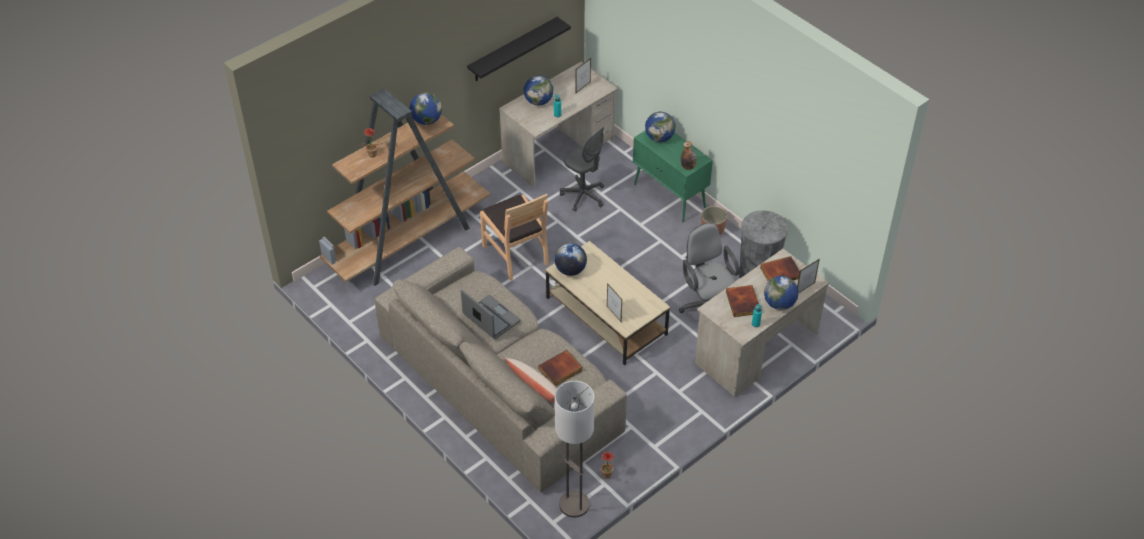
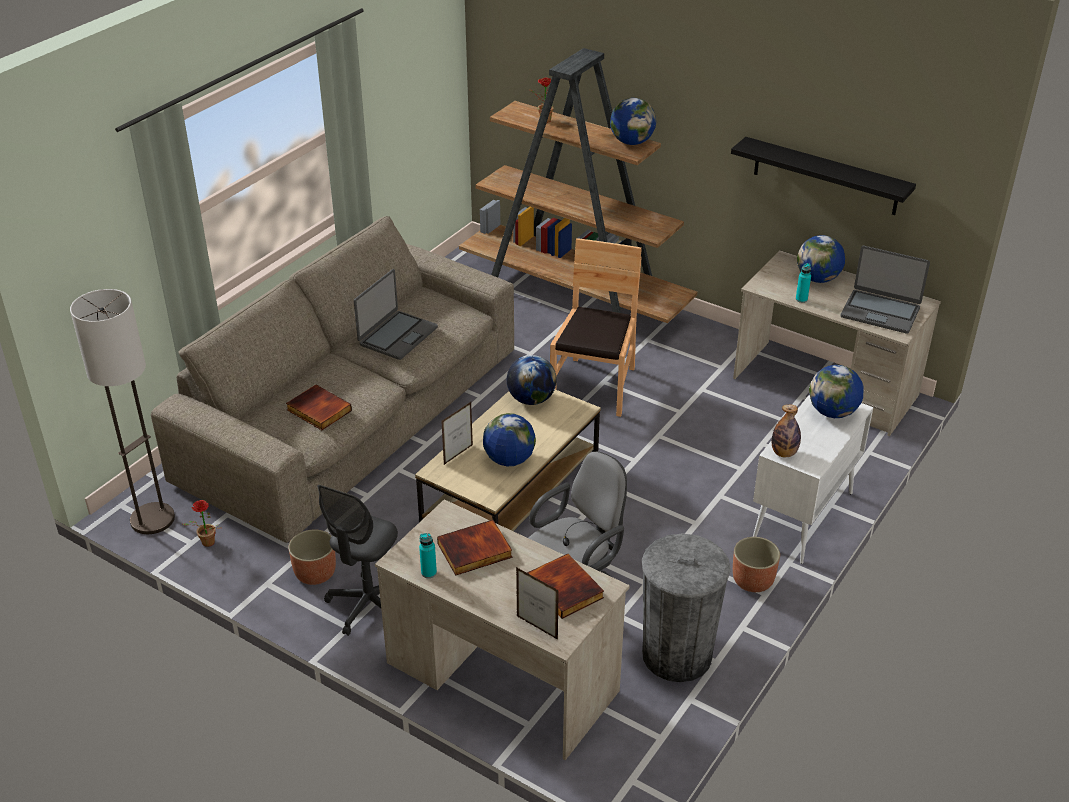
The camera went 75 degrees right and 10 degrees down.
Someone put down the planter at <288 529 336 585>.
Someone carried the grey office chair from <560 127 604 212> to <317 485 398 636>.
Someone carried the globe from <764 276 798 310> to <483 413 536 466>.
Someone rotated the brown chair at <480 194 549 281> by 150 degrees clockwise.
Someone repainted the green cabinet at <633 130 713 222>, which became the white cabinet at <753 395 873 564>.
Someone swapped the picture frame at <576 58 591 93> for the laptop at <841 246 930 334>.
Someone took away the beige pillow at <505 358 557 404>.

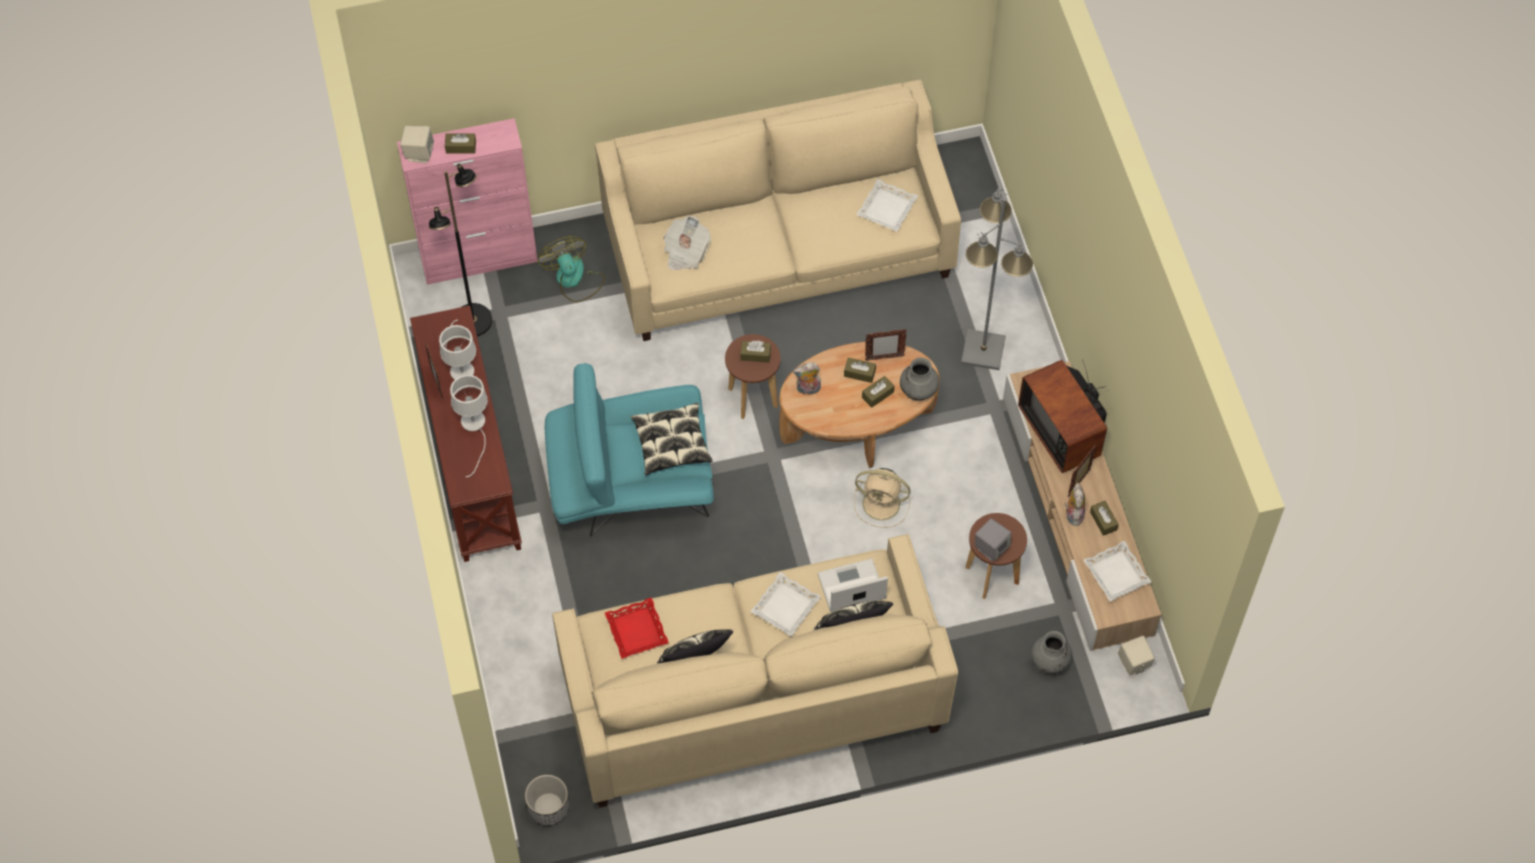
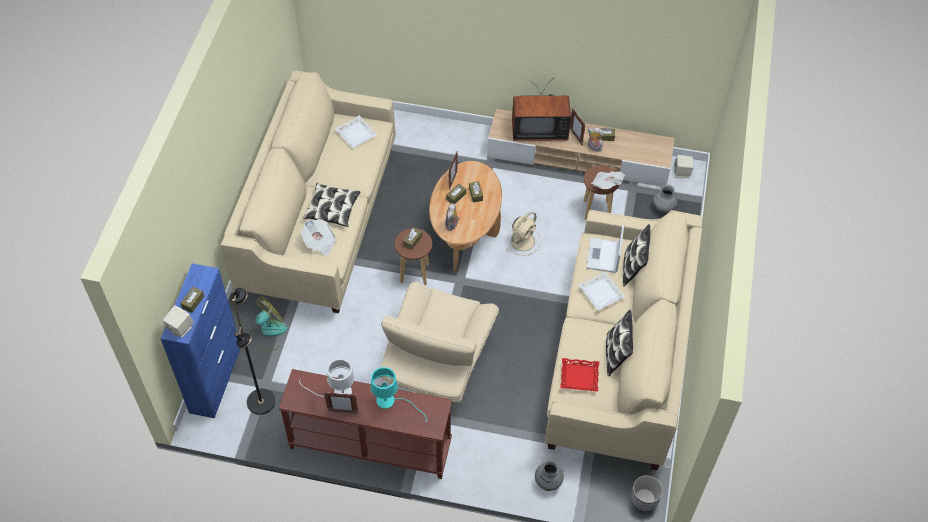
The camera went 65 degrees left and 5 degrees down.
Someone repainted the pink cabinet at <397 118 538 285>, which became the blue cabinet at <160 263 240 418>.
Someone rotated the fan at <538 236 605 302> by 135 degrees clockwise.
Someone carried the pillow from <631 403 713 476> to <303 183 360 227>.
Someone repainted the white table lamp at <450 375 488 477>, which became the turquoise table lamp at <371 367 427 422>.
Someone repainted the turquoise armchair at <545 363 714 536>, which became the beige armchair at <380 281 499 402>.
Someone carried the grey vase from <900 357 939 401> to <535 460 564 491>.
Someone swapped the grey speaker at <975 519 1011 561> for the newspaper at <591 171 625 189>.
Someone took away the grey floor lamp at <961 189 1033 370>.
Someone took away the white tray at <1084 541 1151 602>.

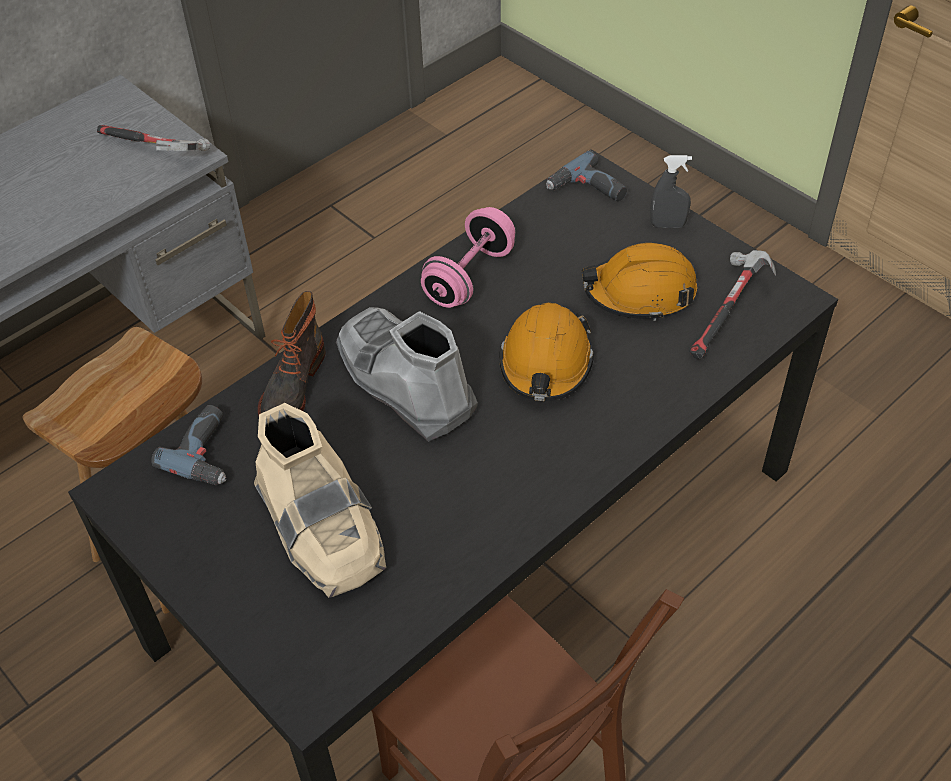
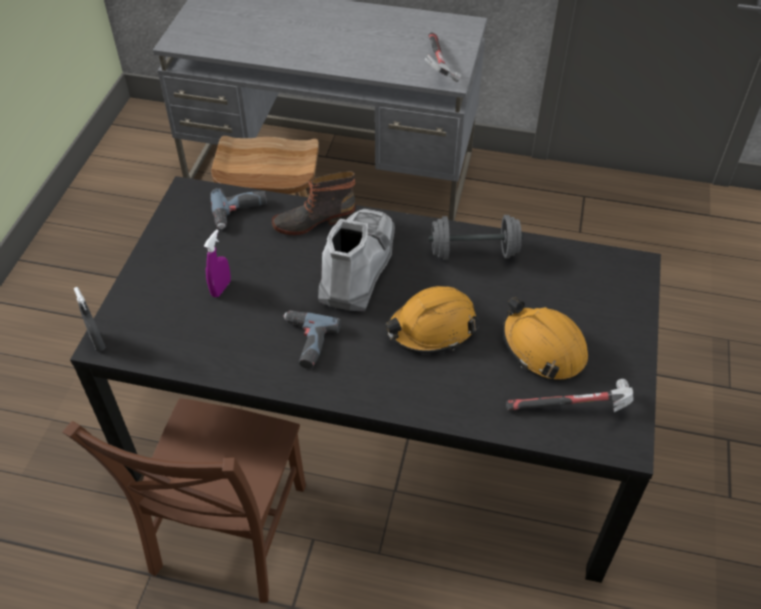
The camera went 55 degrees right and 0 degrees up.
Someone carried the grey spray bottle from <650 155 692 228> to <74 287 105 351>.
Someone swapped the beige boot at <254 403 386 598> for the purple spray bottle at <204 229 231 297>.
Someone carried the power drill from <546 150 627 201> to <283 310 341 369>.
Someone repainted the pink dumbbell at <421 207 515 308>, which became the grey dumbbell at <429 215 523 260>.

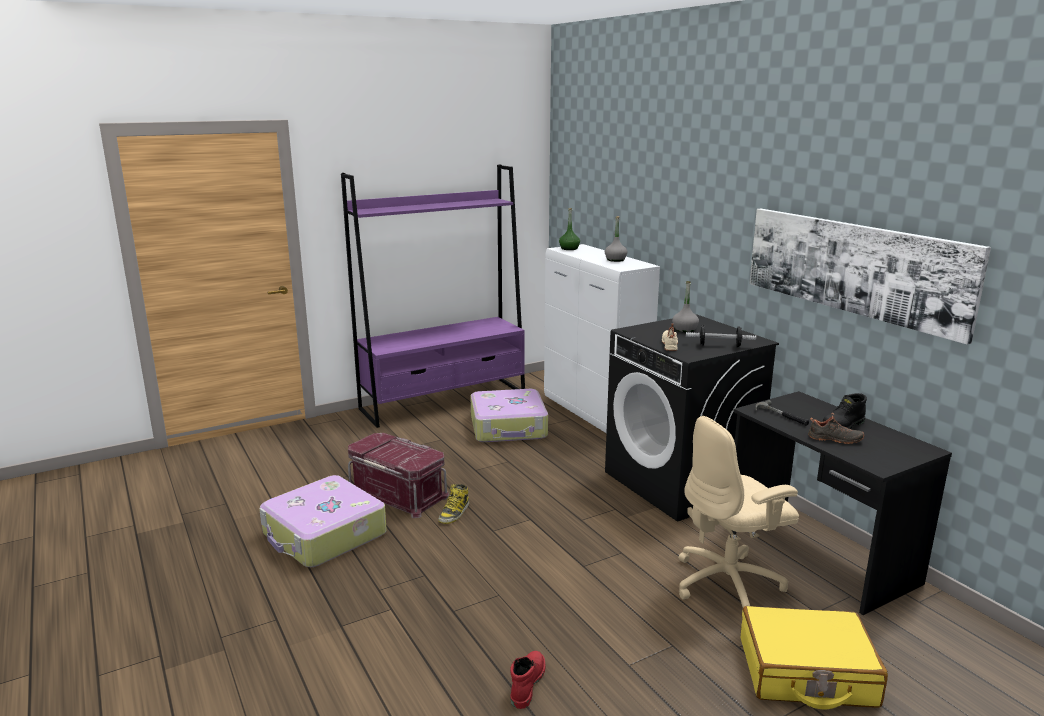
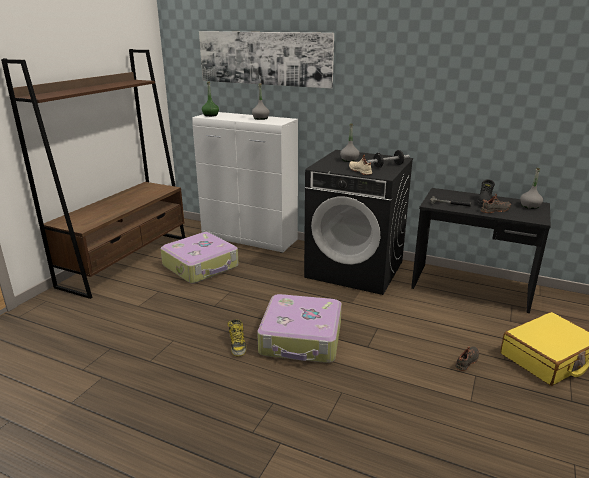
The camera went 35 degrees left and 5 degrees up.
Someone repainted the purple bookcase at <341 164 525 428>, which became the brown bookcase at <1 49 185 299>.
Someone carried the picture from <749 209 991 345> to <199 31 334 89>.
Someone carried the suitcase from <259 475 387 567> to <257 294 342 363>.
Someone put down the black shoe at <455 346 479 371>.
Someone put down the grey bottle at <520 168 543 209>.
Someone took away the red storage box at <348 433 449 518>.
Someone took away the red boot at <510 651 546 709>.
Someone took away the beige office chair at <678 416 799 611>.

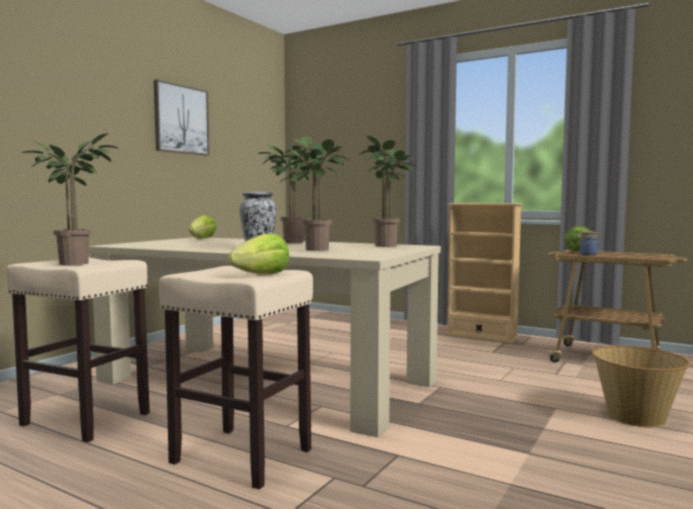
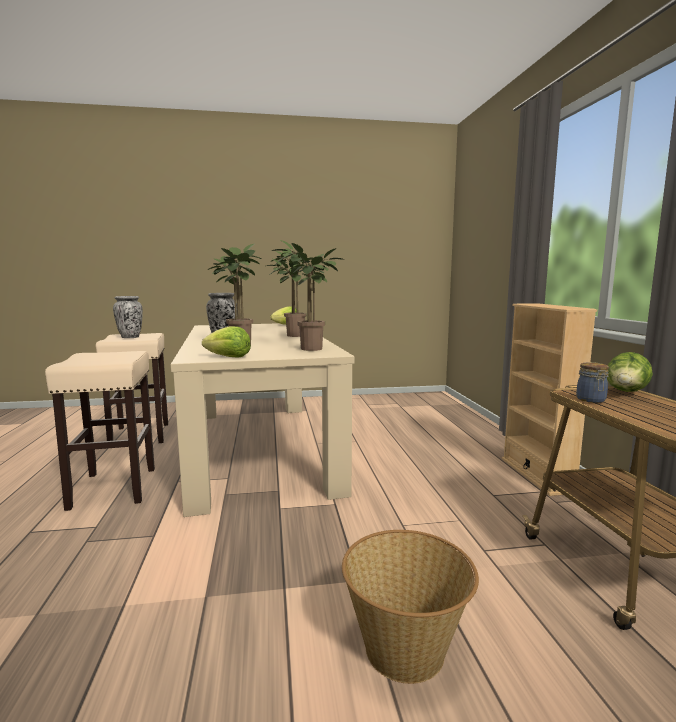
The camera went 50 degrees right and 5 degrees up.
Someone swapped the potted plant at <21 133 117 265> for the vase at <113 296 143 338>.
Someone carried the lettuce from <228 233 289 274> to <202 326 251 358>.
Someone took away the picture at <154 79 210 155>.

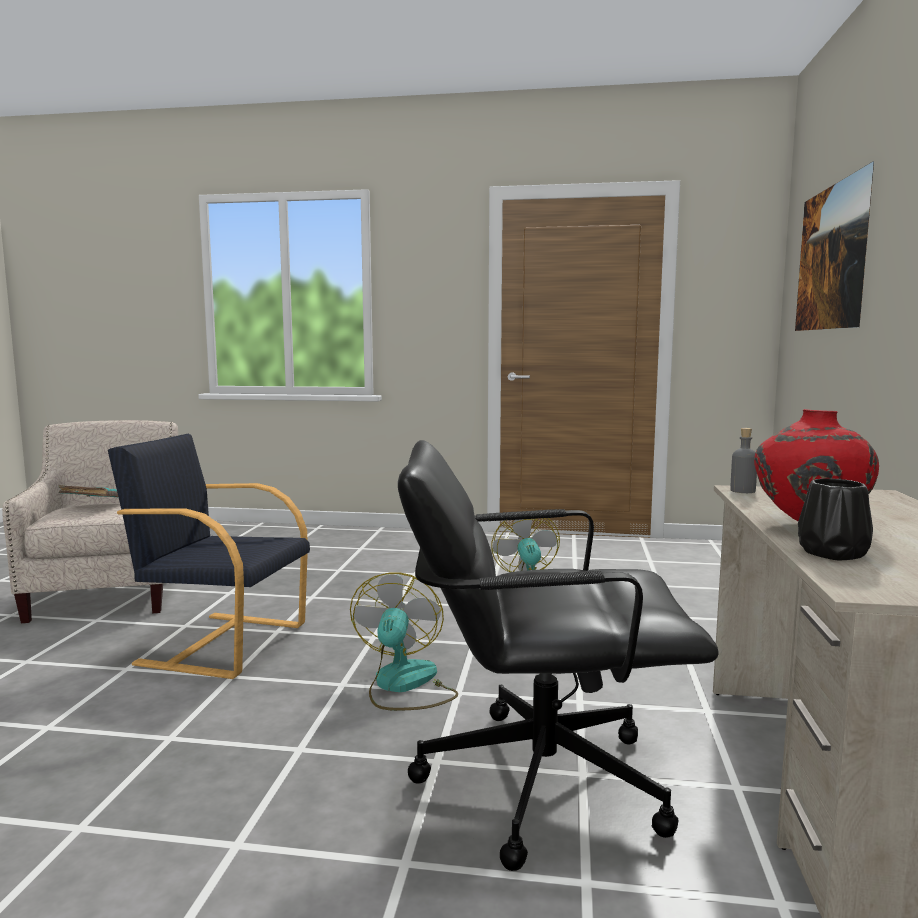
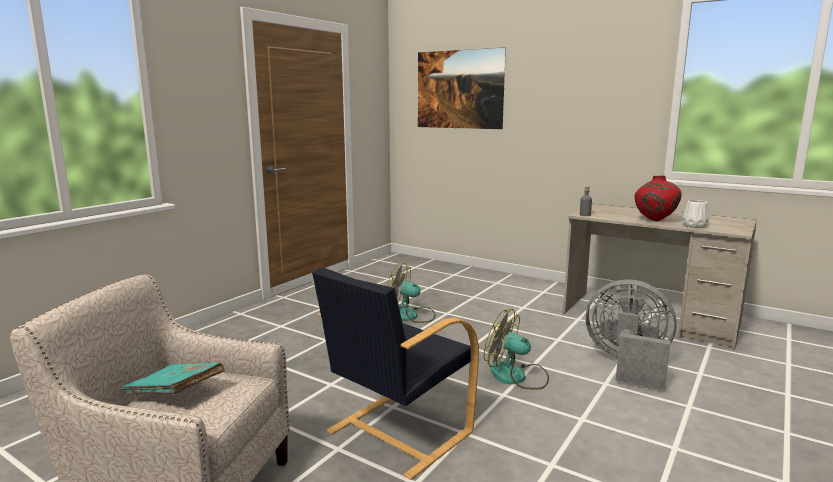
The camera went 65 degrees left and 5 degrees up.
Someone swapped the black office chair at <398 440 719 871> for the grey fan at <586 279 677 390>.
Someone repainted the black vase at <798 478 873 560>, which became the white vase at <682 200 709 228>.

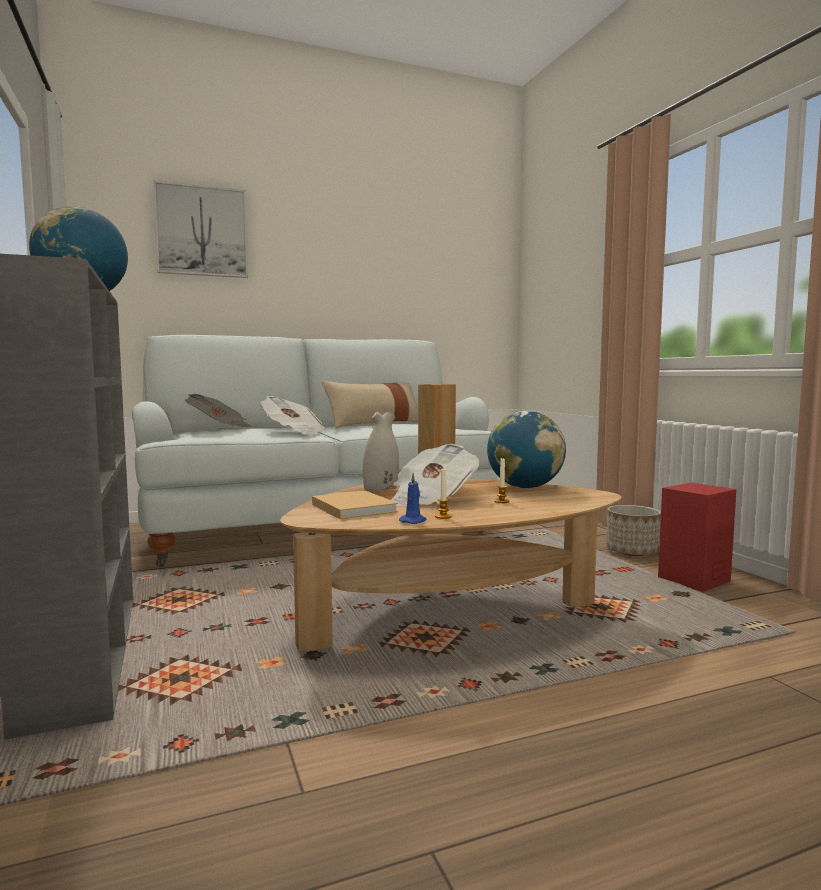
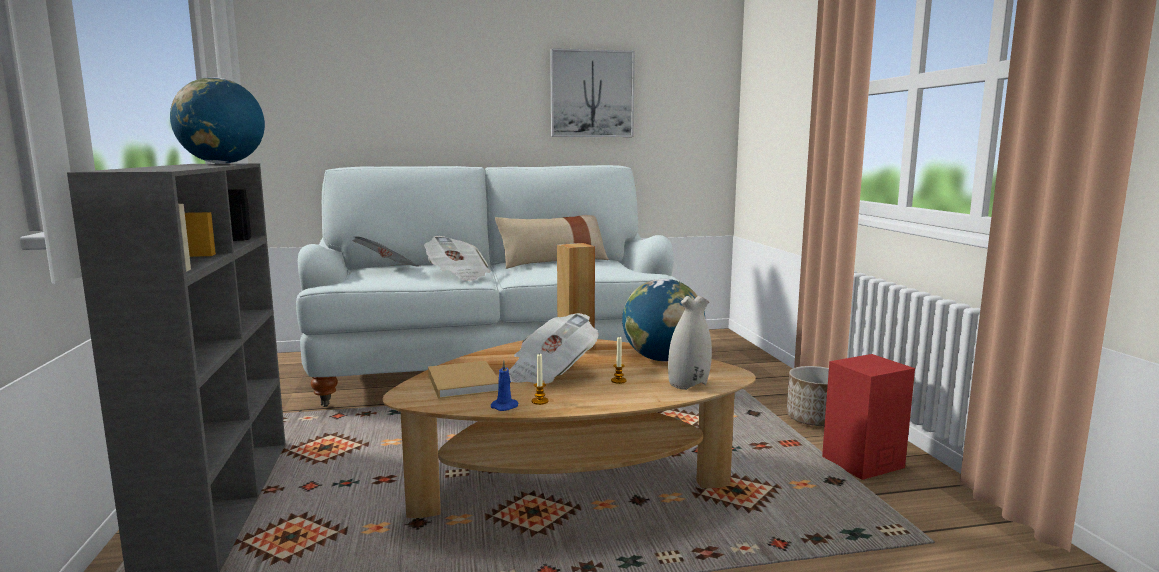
The camera went 10 degrees right and 5 degrees up.
Someone carried the picture from <153 180 248 278> to <550 48 635 137>.
Someone carried the white vase from <363 412 399 492> to <668 296 712 390>.

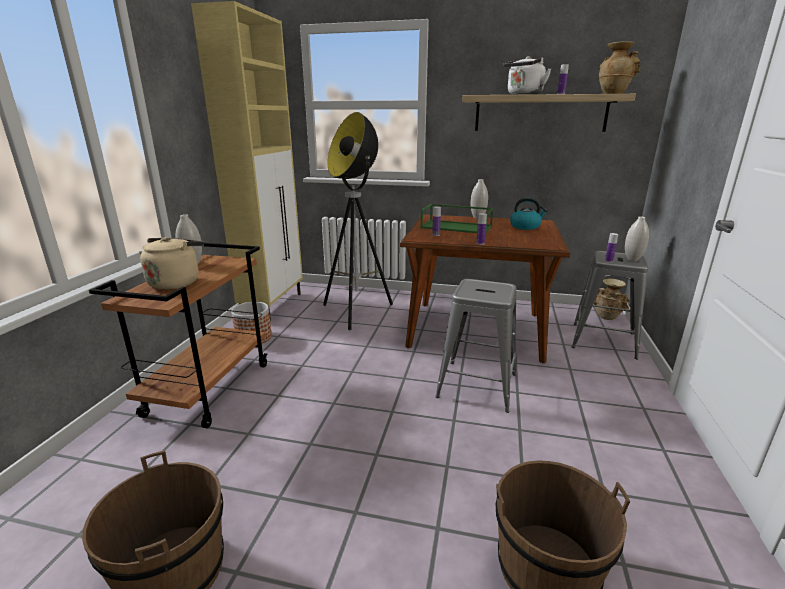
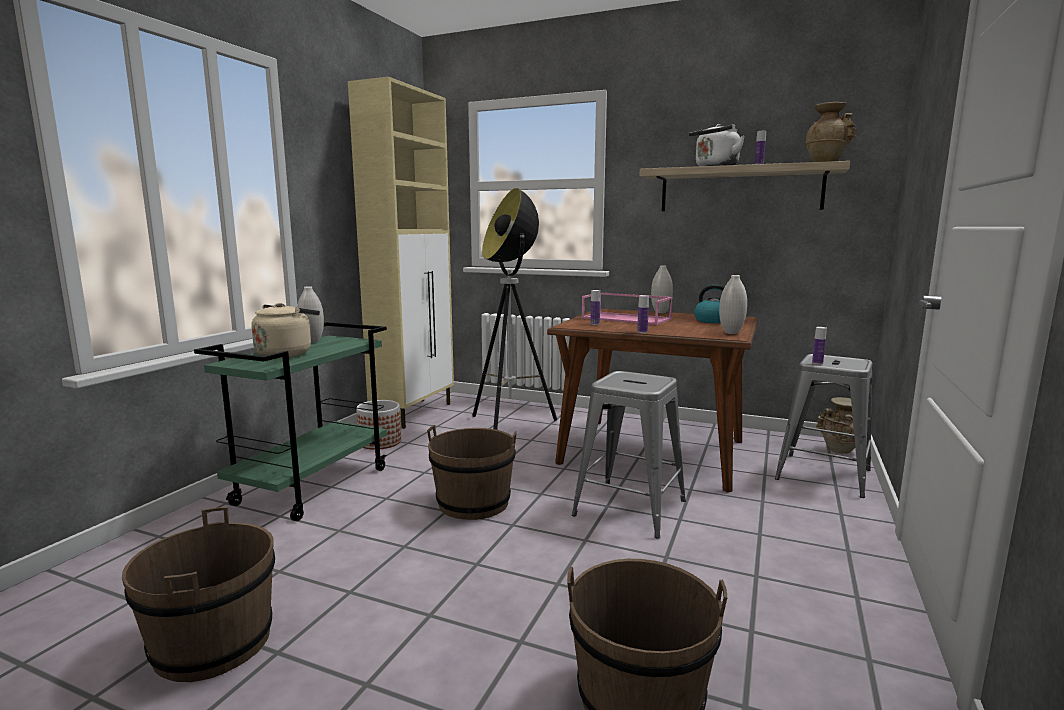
The camera went 10 degrees right and 10 degrees down.
Someone repainted the brown cart at <89 243 267 428>, which became the green cart at <194 322 387 521>.
Someone put down the brown bucket at <427 425 517 520>.
Someone repainted the green tray at <420 204 494 233>, which became the pink tray at <581 292 673 325>.
Someone carried the white vase from <625 216 649 261> to <719 275 747 334>.

